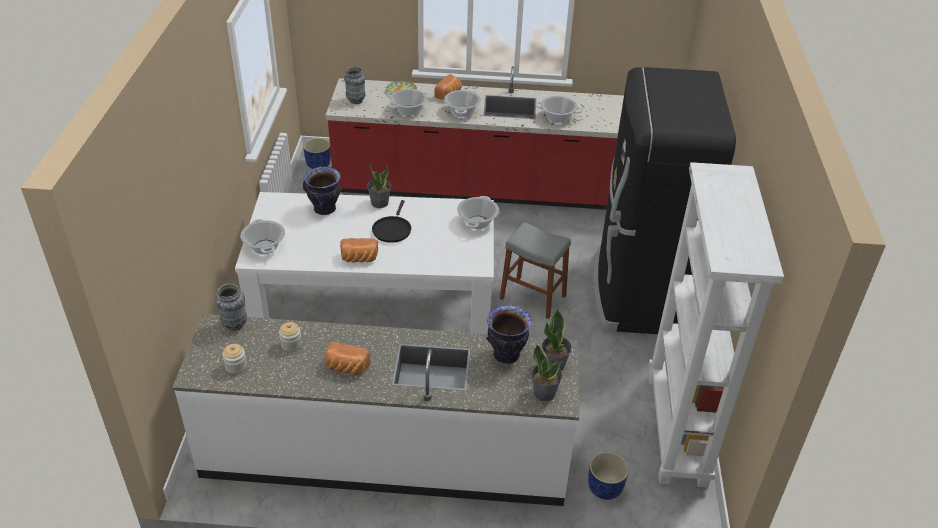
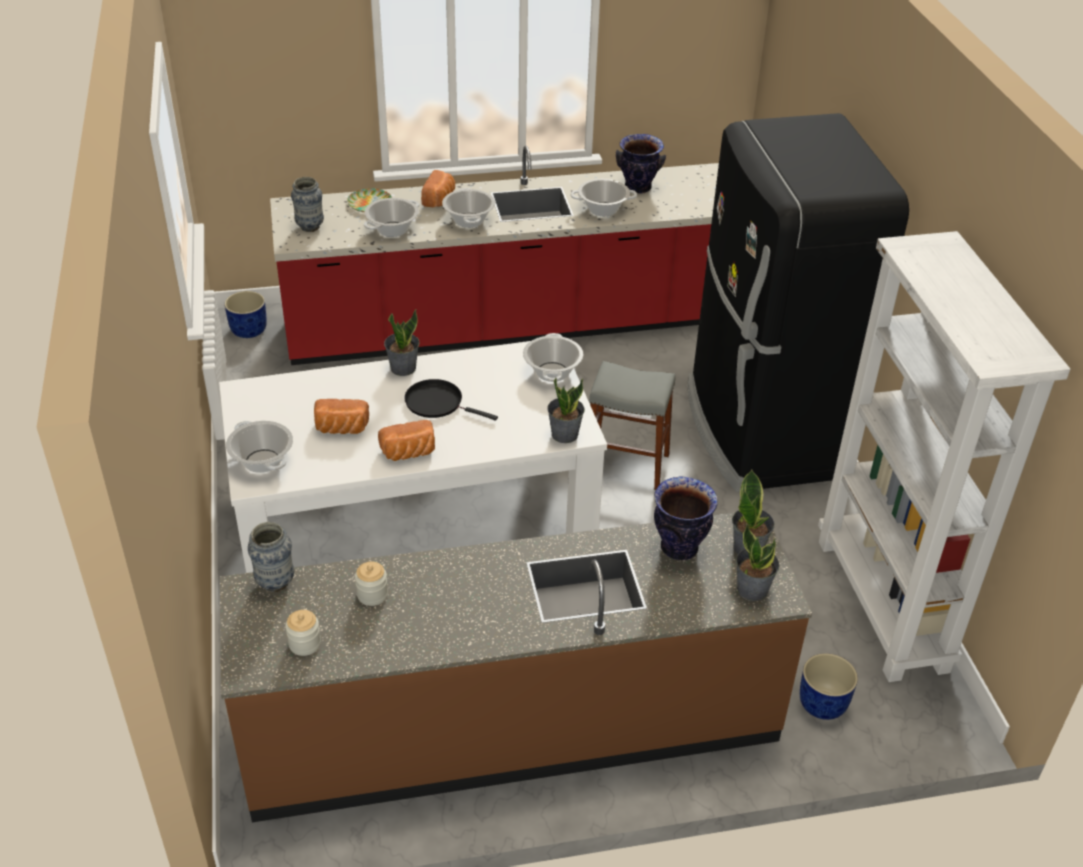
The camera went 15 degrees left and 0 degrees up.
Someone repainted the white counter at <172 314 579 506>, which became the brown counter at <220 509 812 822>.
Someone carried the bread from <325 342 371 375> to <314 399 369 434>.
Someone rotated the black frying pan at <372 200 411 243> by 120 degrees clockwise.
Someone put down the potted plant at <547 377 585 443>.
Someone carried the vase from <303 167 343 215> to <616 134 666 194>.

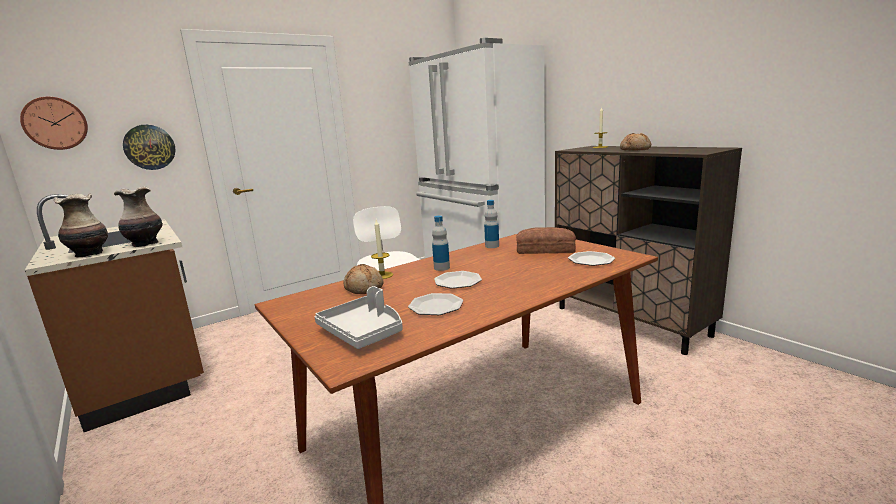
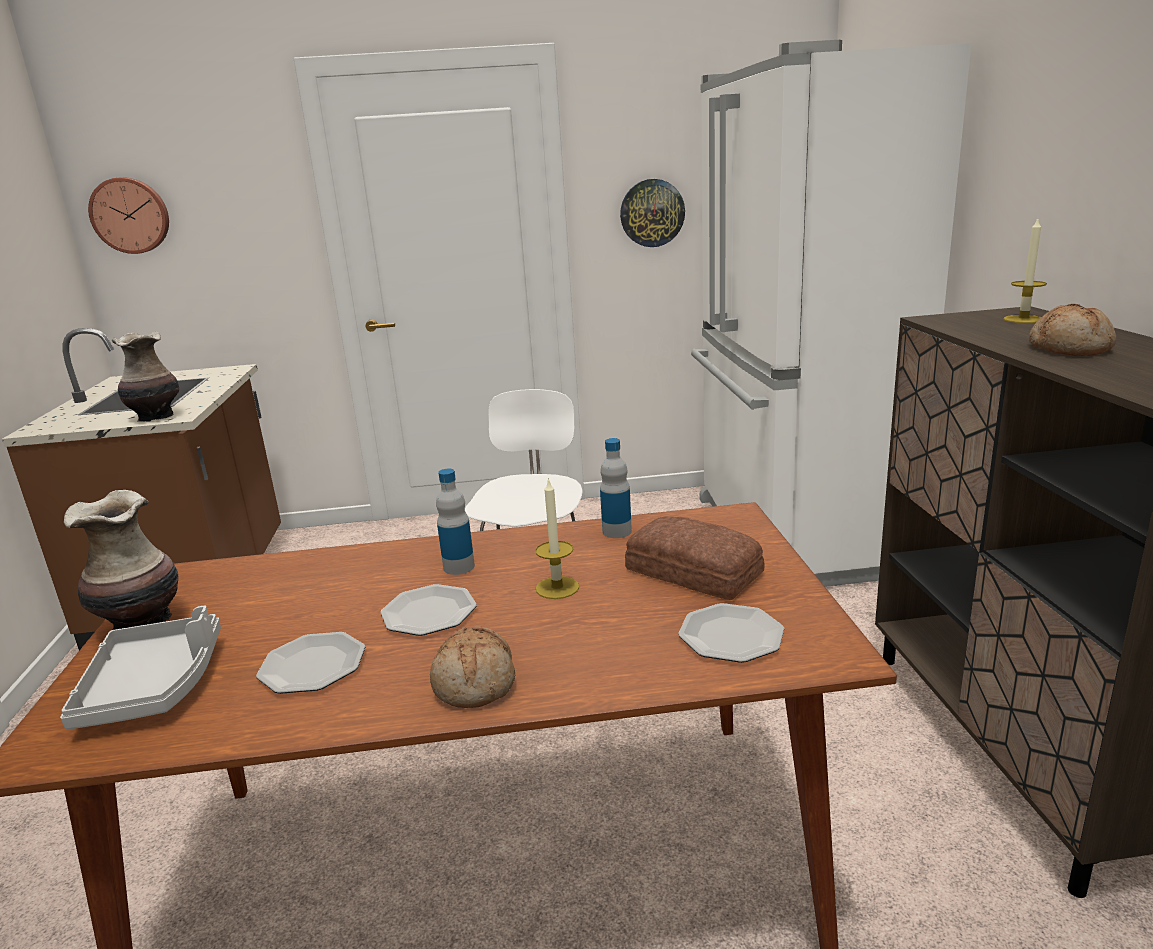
The camera went 30 degrees right and 5 degrees up.
Someone carried the vase from <54 194 108 257> to <64 490 178 630>.
Someone carried the bread from <343 264 383 294> to <430 626 515 708>.
Someone carried the candle from <371 220 393 279> to <535 478 579 599>.
Someone carried the wall clock from <123 125 176 170> to <620 179 685 247>.

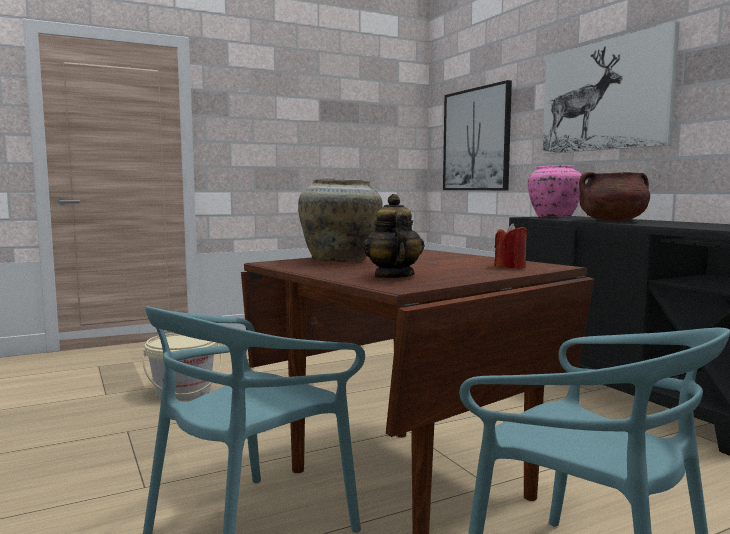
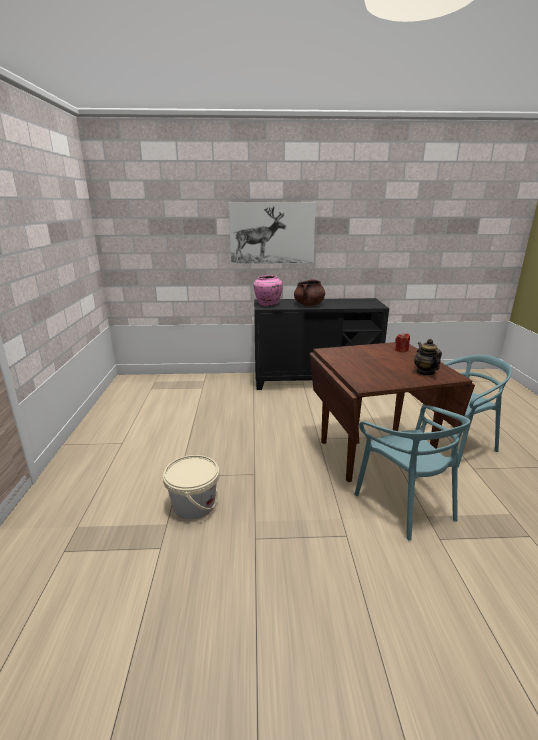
The camera went 65 degrees left and 15 degrees up.
Someone rotated the teapot at <363 194 424 279> by 60 degrees clockwise.
Someone took away the beige vase at <298 179 383 262>.
Someone took away the picture at <443 80 512 190>.

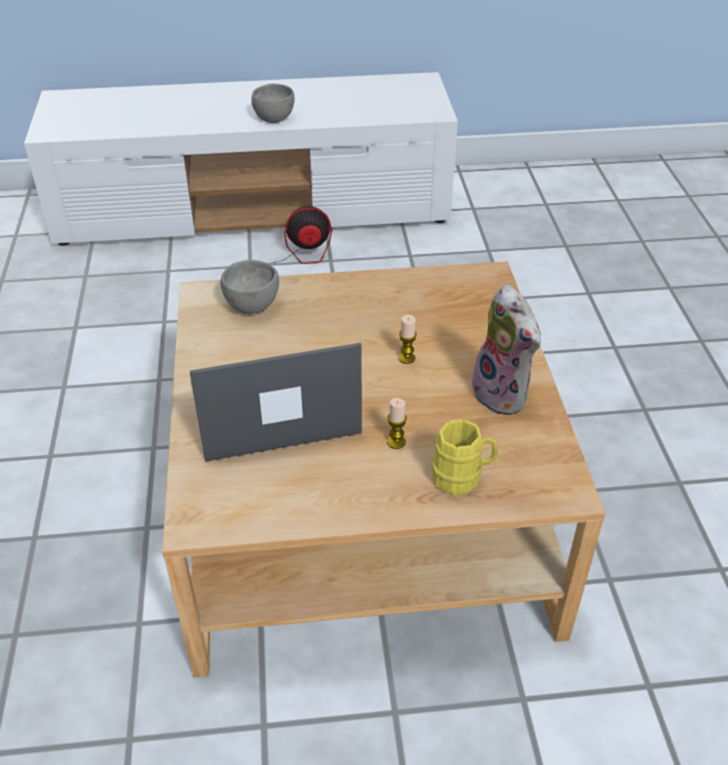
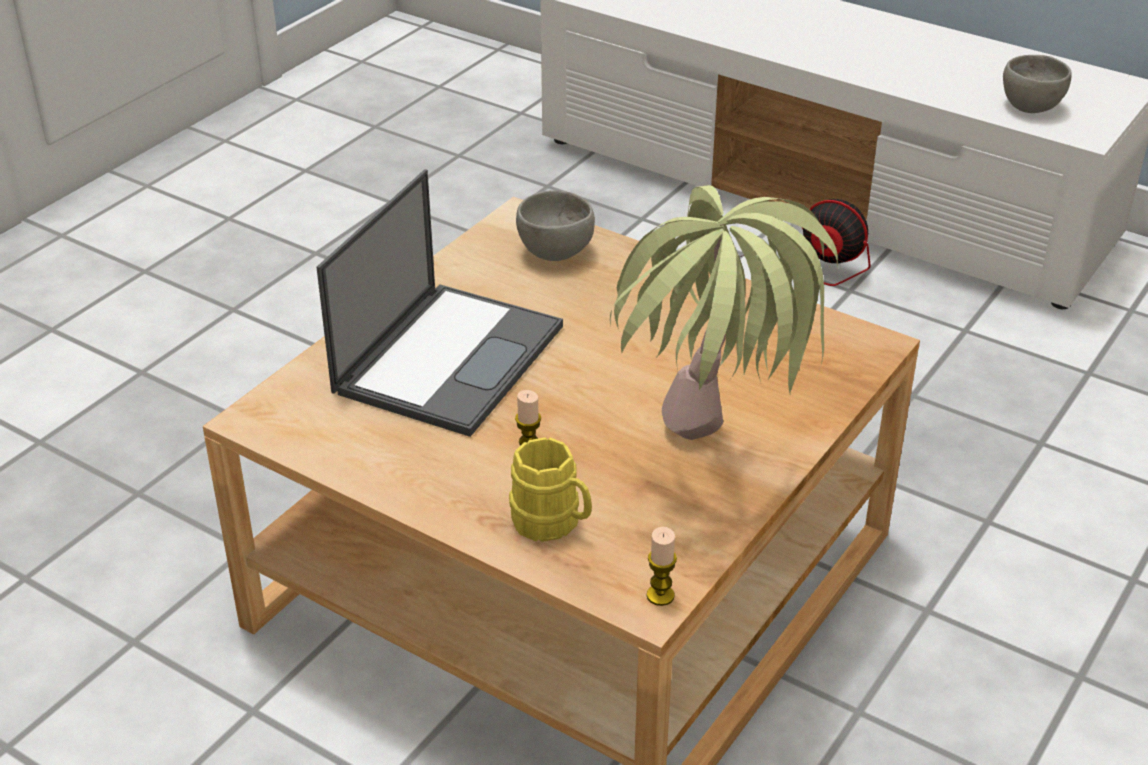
The camera went 40 degrees right and 5 degrees down.
Someone rotated the laptop at <190 343 362 462> by 90 degrees clockwise.
Someone swapped the plush toy at <472 285 541 415> for the potted plant at <610 185 838 440>.
Someone carried the candle from <398 315 417 364> to <647 527 677 606>.
Someone carried the grey bowl from <251 84 294 123> to <1003 55 1072 113>.

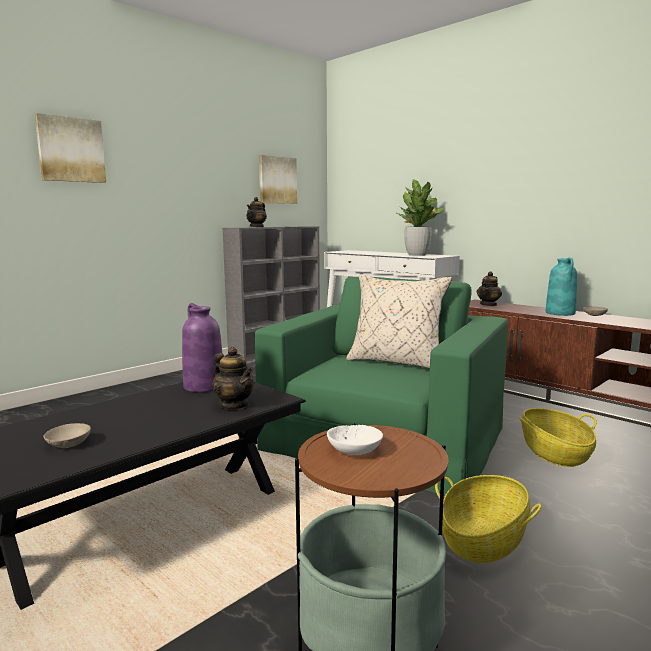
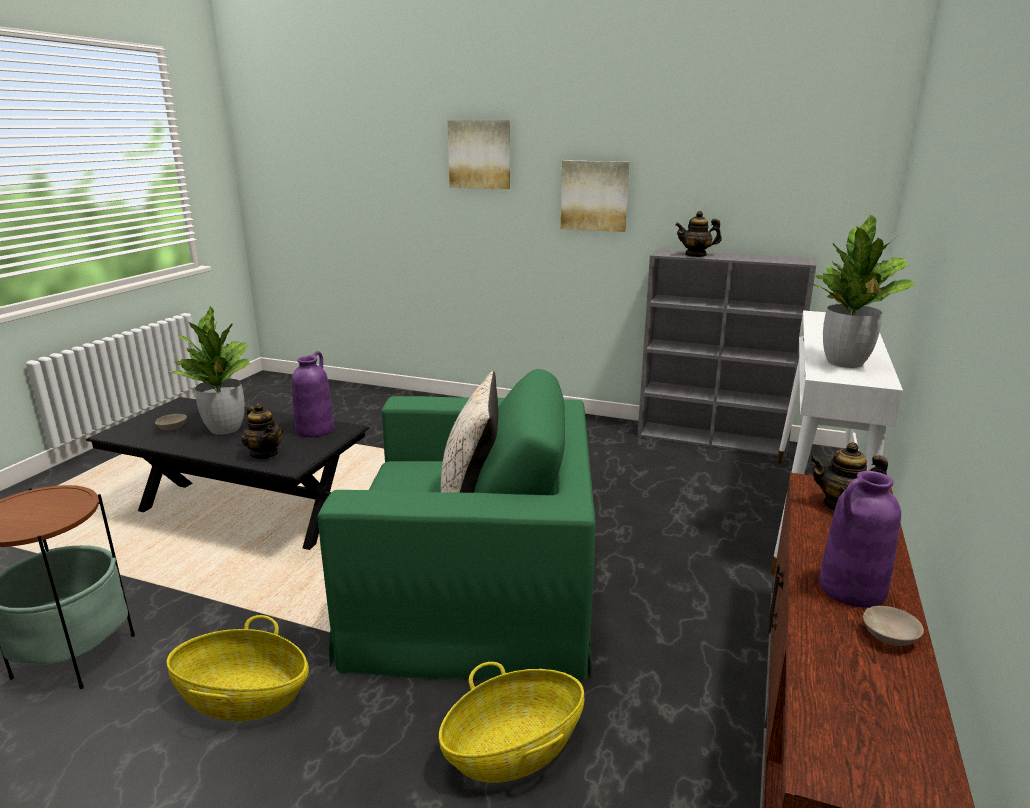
The camera went 65 degrees right and 10 degrees up.
Someone put down the potted plant at <169 306 250 435>.
Someone rotated the teapot at <212 347 255 409> by 60 degrees counterclockwise.
Someone carried the picture from <259 155 297 204> to <561 160 629 232>.
Someone repainted the turquoise vase at <546 257 577 316>, which became the purple vase at <819 471 901 608>.
Someone took away the white bowl at <327 425 383 455>.

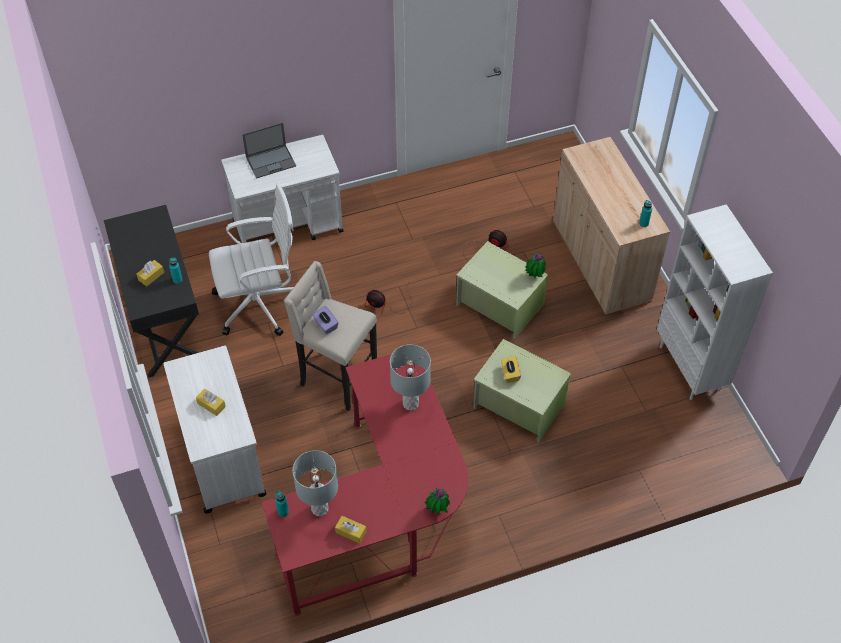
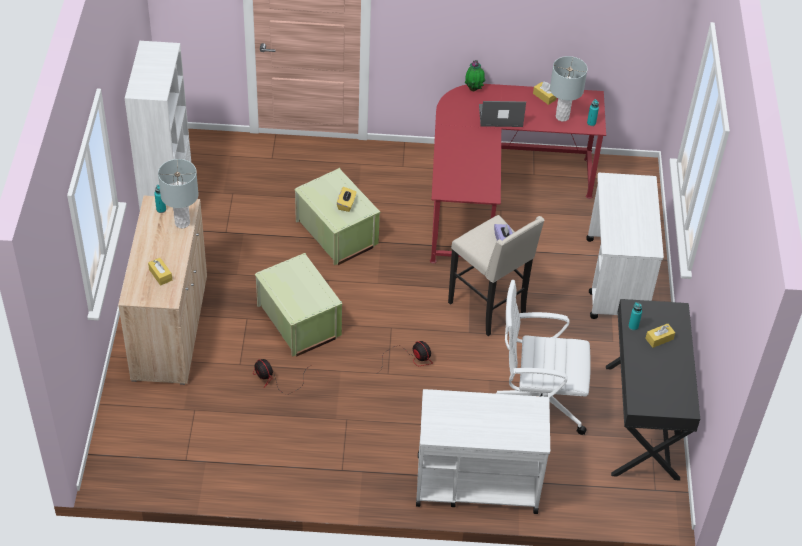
The camera went 160 degrees left and 5 degrees down.
Someone carried the yellow tissue box from <196 389 226 416> to <148 258 172 286>.
Someone carried the grey table lamp from <390 344 431 411> to <158 159 199 228>.
Someone carried the laptop from <242 122 296 179> to <479 101 526 127>.
Someone took away the potted plant at <525 252 546 278>.

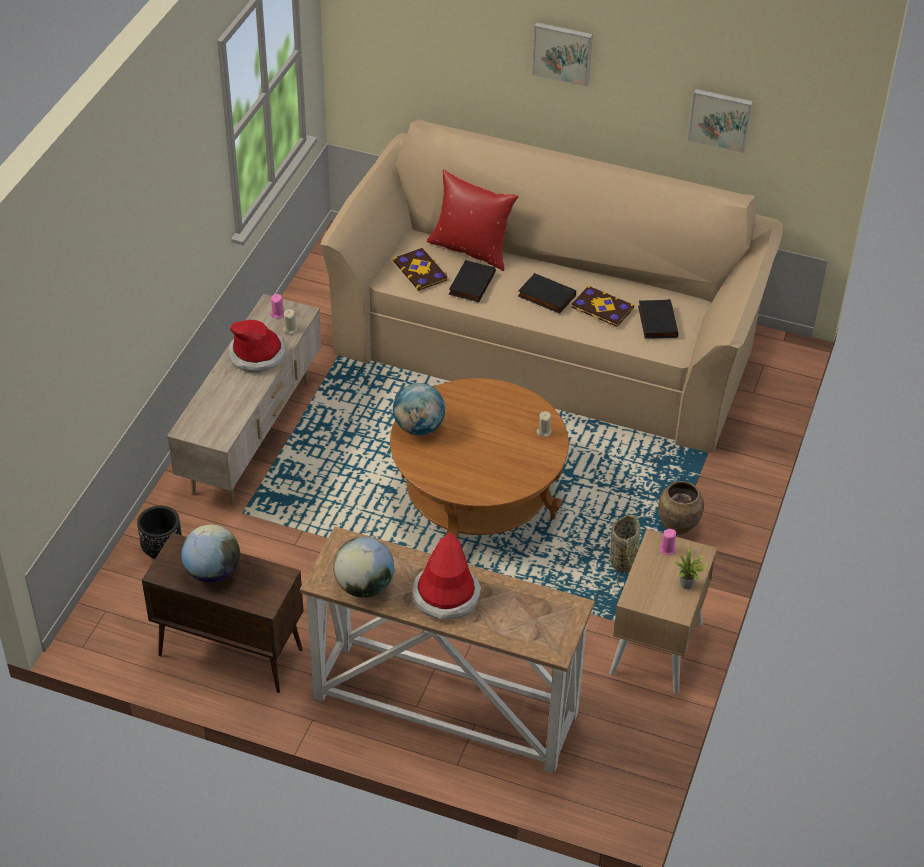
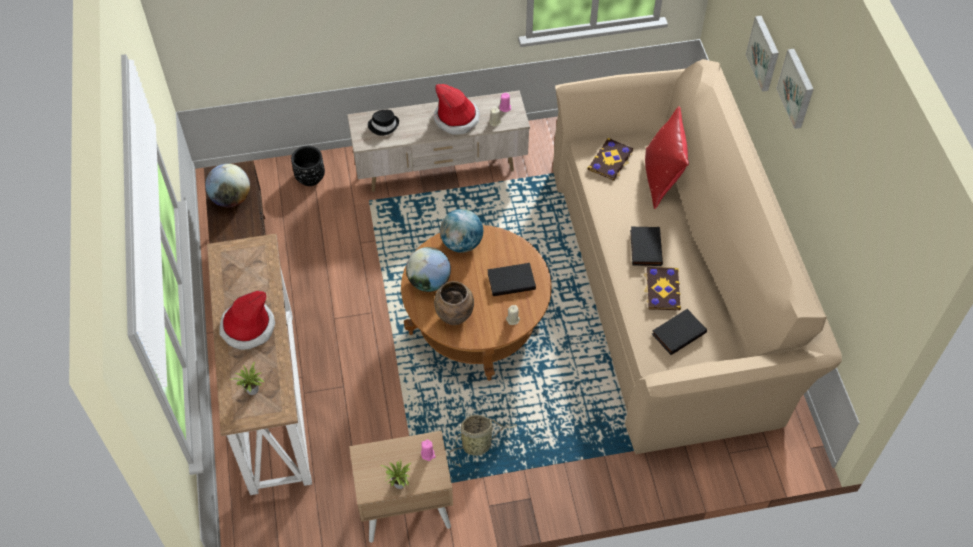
The camera went 60 degrees right and 10 degrees up.
Someone put down the potted plant at <230 362 264 395>.
Someone put down the black hat at <368 110 399 136>.
Someone carried the globe from <333 537 394 598> to <406 247 451 292>.
Someone carried the brown vase from <658 481 704 535> to <434 281 474 325>.
Someone carried the black book from <449 260 496 302> to <487 263 536 296>.
Someone carried the picture from <688 89 753 153> to <746 15 779 92>.

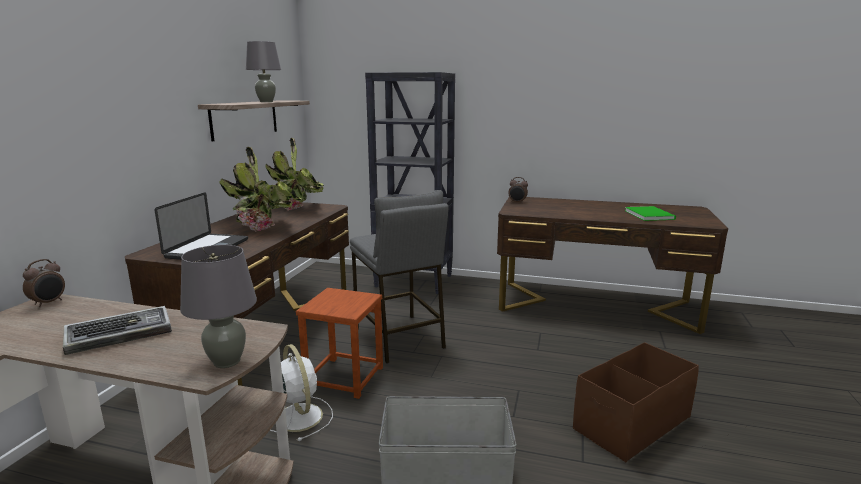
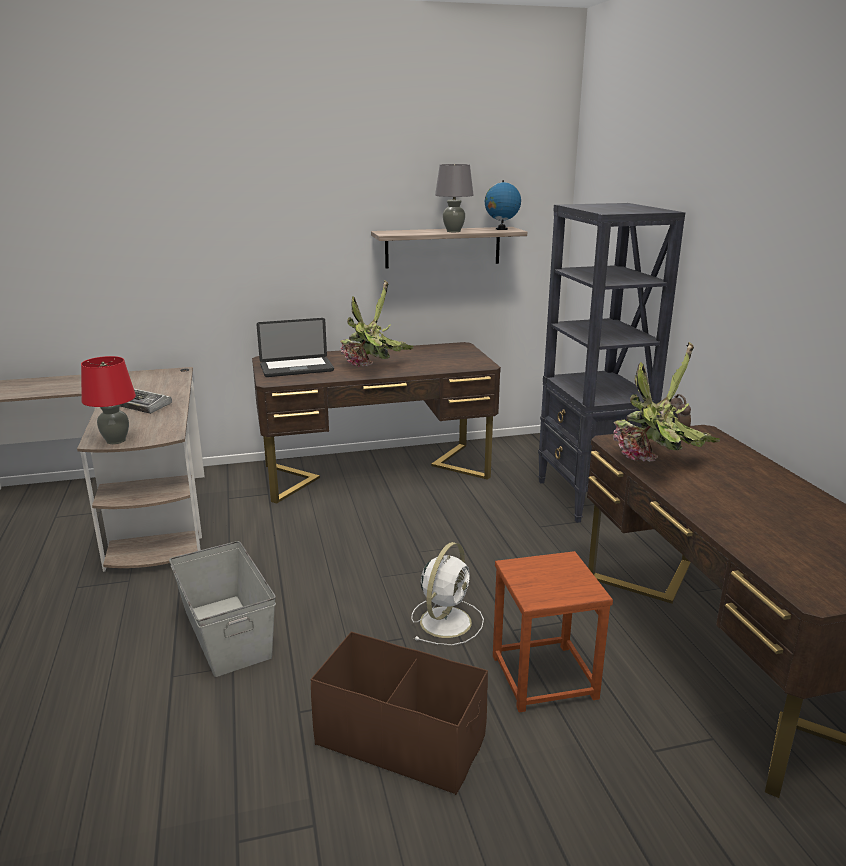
The camera went 60 degrees right and 5 degrees up.
Someone repainted the grey table lamp at <180 245 257 368>, which became the red table lamp at <81 356 136 444>.
Someone carried the white fan from <270 344 333 441> to <411 542 484 645>.
Someone put down the globe at <485 180 521 230>.
Someone carried the brown stool from <296 288 383 399> to <493 551 613 712>.
Someone carried the potted plant from <265 138 324 211> to <613 342 720 462>.
Someone took away the alarm clock at <23 259 65 307>.
Someone took away the grey stool at <350 190 448 364>.
Someone took away the green book at <625 206 676 221>.

